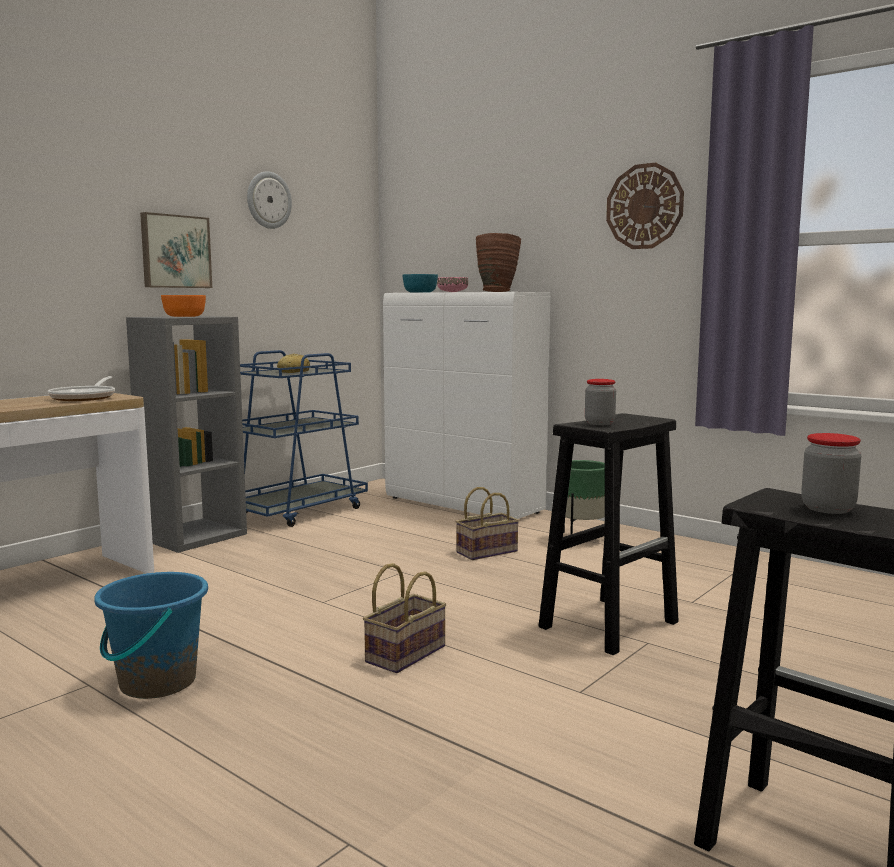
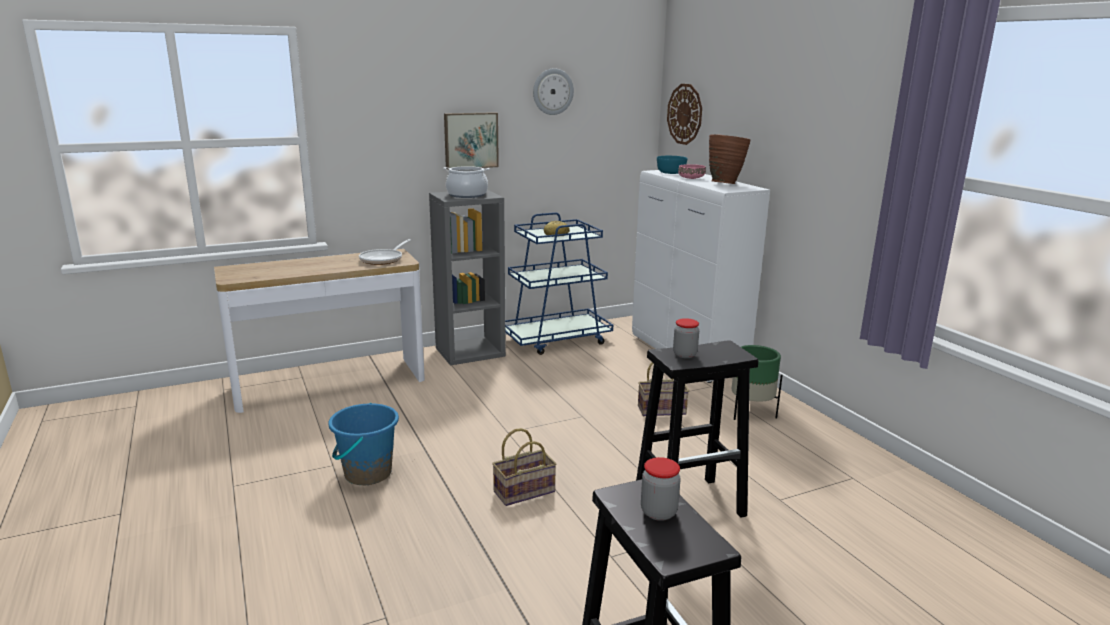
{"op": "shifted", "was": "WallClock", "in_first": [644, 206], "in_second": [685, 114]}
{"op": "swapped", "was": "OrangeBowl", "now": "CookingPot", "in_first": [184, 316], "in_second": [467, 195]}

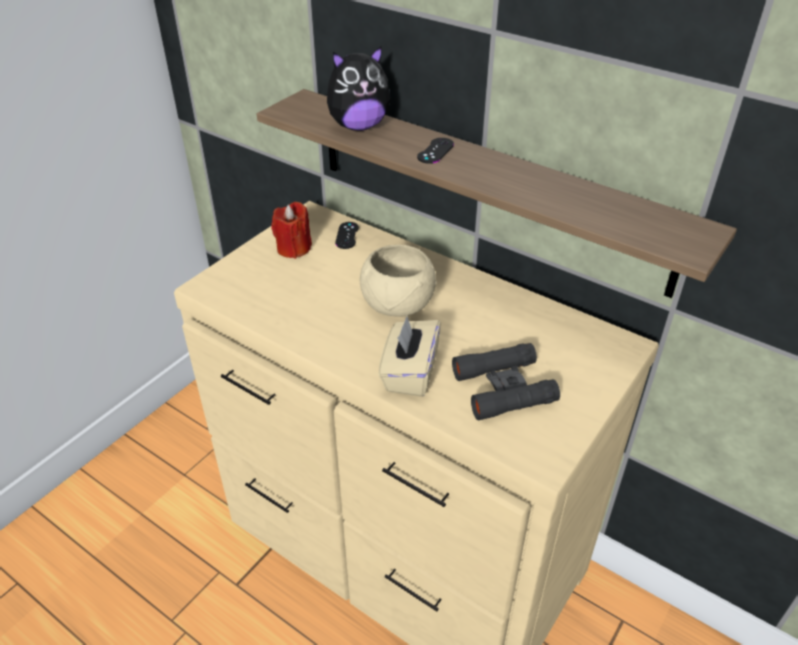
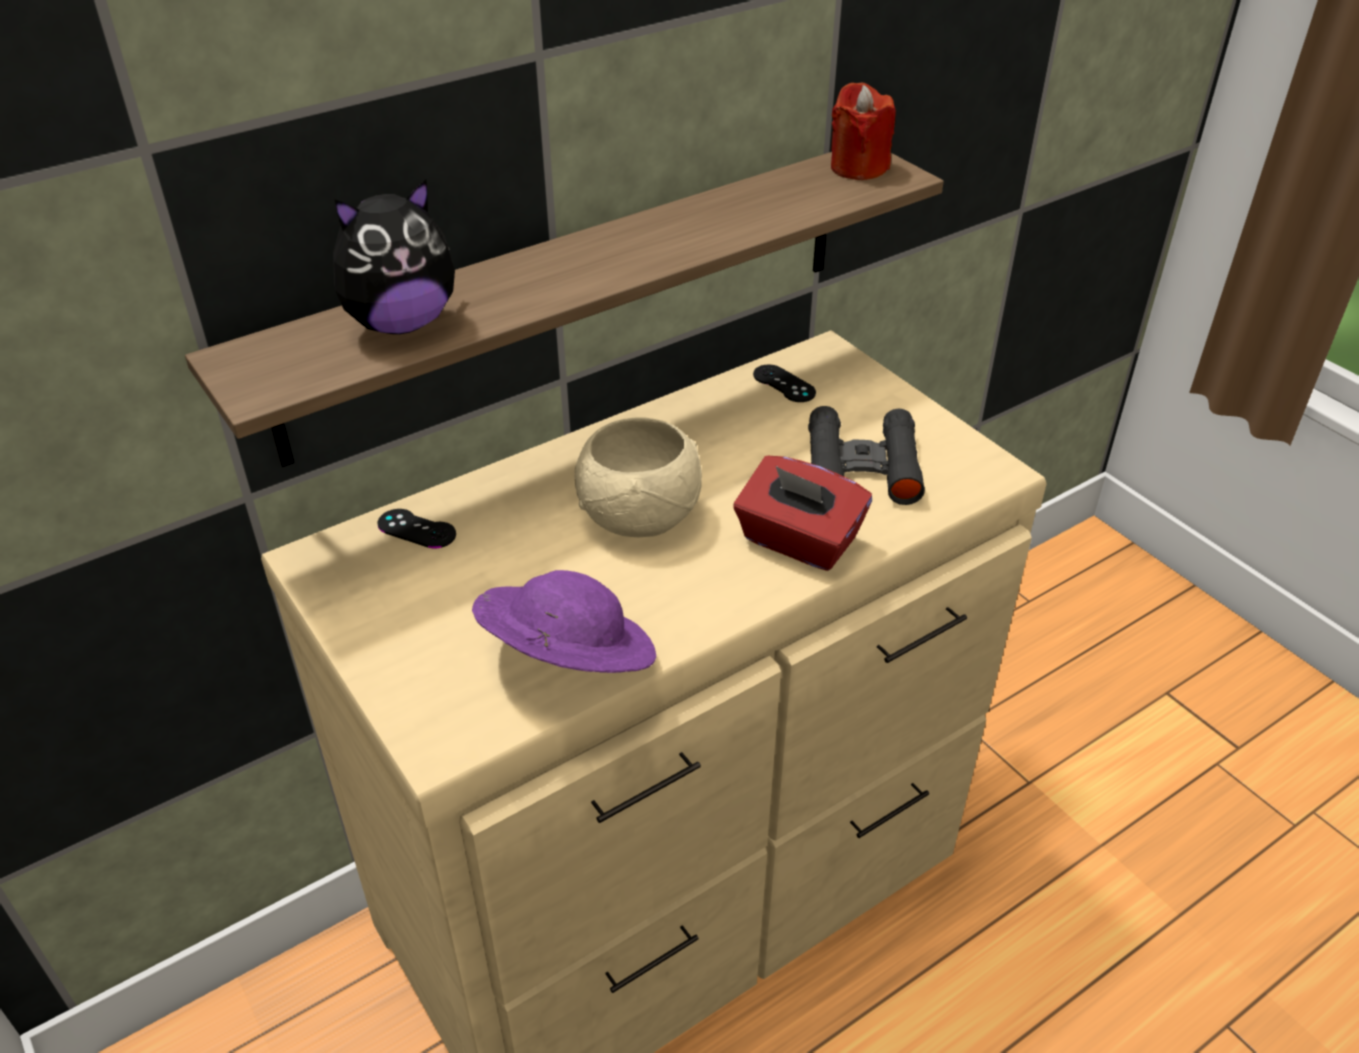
{"op": "new", "now": "PurpleHat", "in_second": [566, 659]}
{"op": "shifted", "was": "RedCandle", "in_first": [294, 248], "in_second": [858, 167]}
{"op": "shifted", "was": "BlackGameController", "in_first": [435, 151], "in_second": [784, 384]}
{"op": "repainted", "was": "BeigeTissueBox", "now": "RedTissueBox", "in_first": [409, 373], "in_second": [798, 541]}
{"op": "rotated", "was": "PlushToy", "in_first": [358, 126], "in_second": [401, 323], "clockwise": 60}

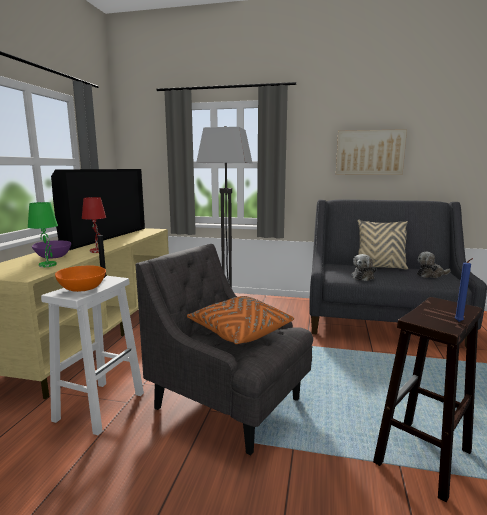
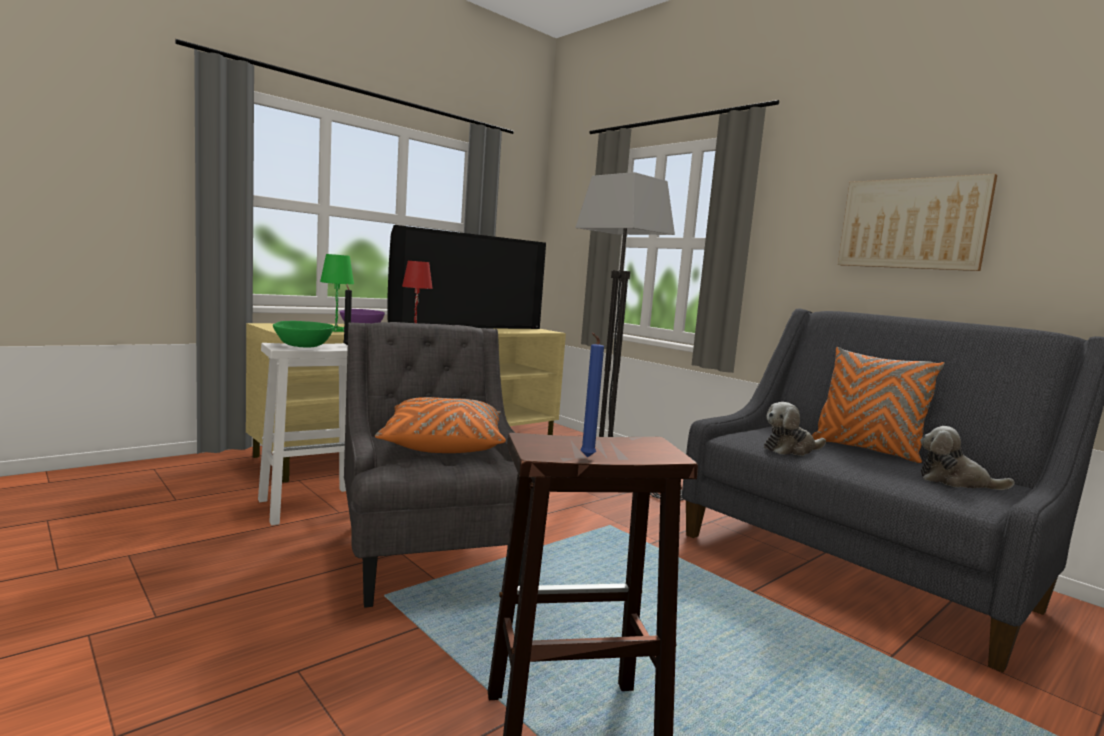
{"op": "repainted", "was": "OrangeBowl", "now": "GreenBowl", "in_first": [83, 289], "in_second": [304, 346]}
{"op": "repainted", "was": "BeigePillow", "now": "OrangePillow", "in_first": [380, 267], "in_second": [866, 450]}

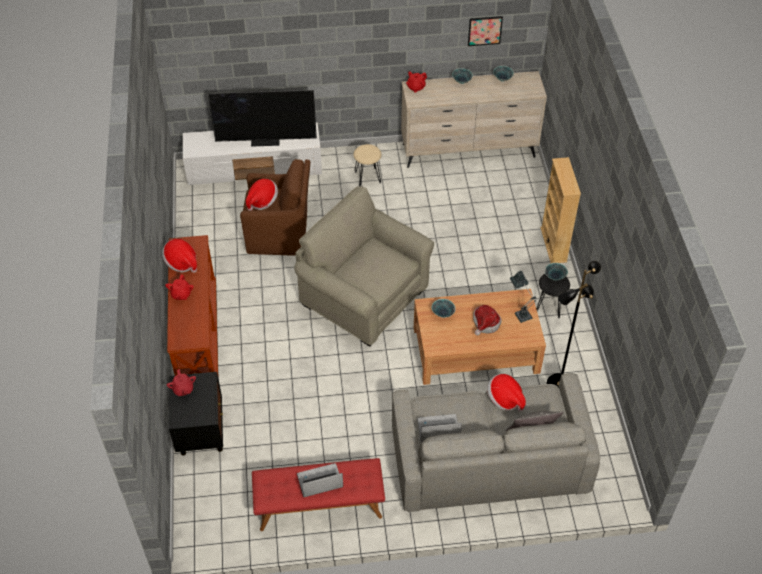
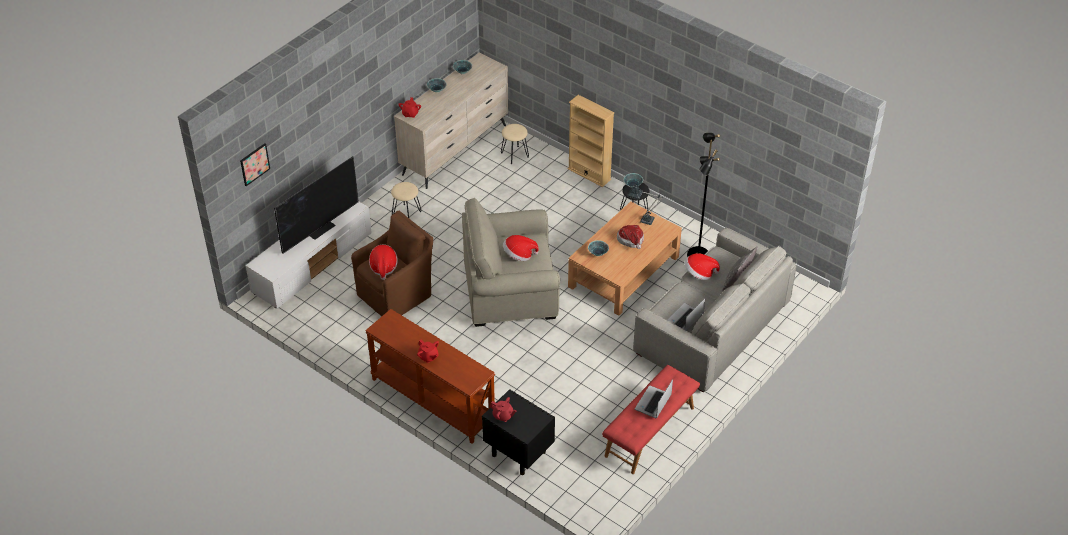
{"op": "new", "now": "BeigeStool", "in_second": [515, 154]}
{"op": "shifted", "was": "Hat", "in_first": [181, 262], "in_second": [519, 255]}
{"op": "shifted", "was": "Picture", "in_first": [484, 30], "in_second": [254, 164]}

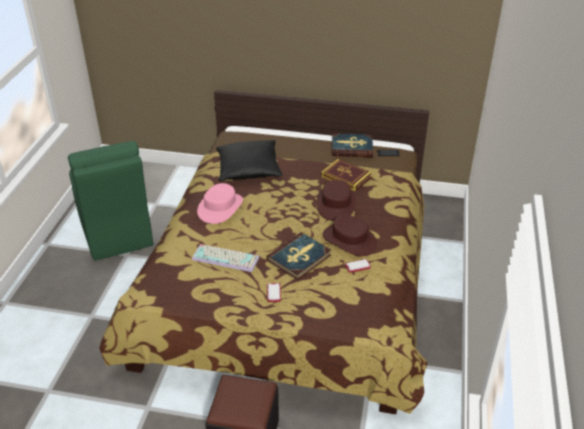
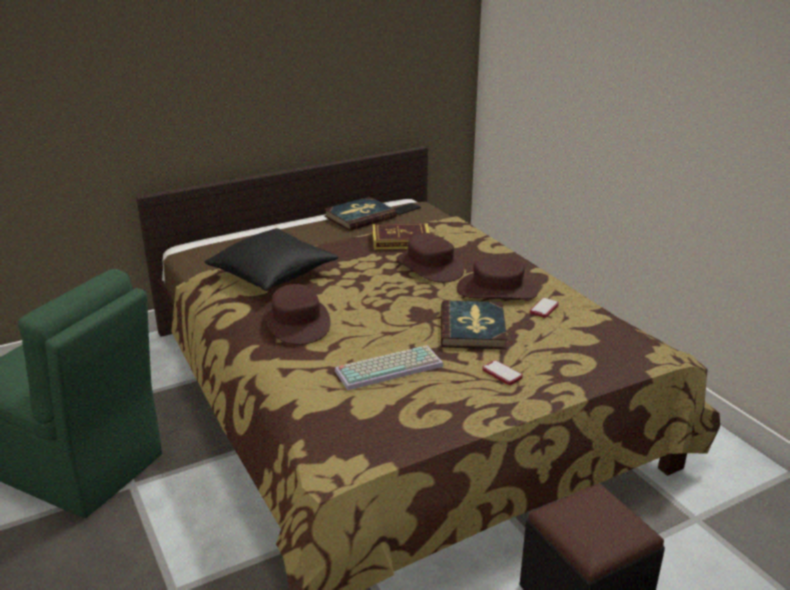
{"op": "repainted", "was": "PinkHat", "now": "BrownHat", "in_first": [220, 207], "in_second": [297, 323]}

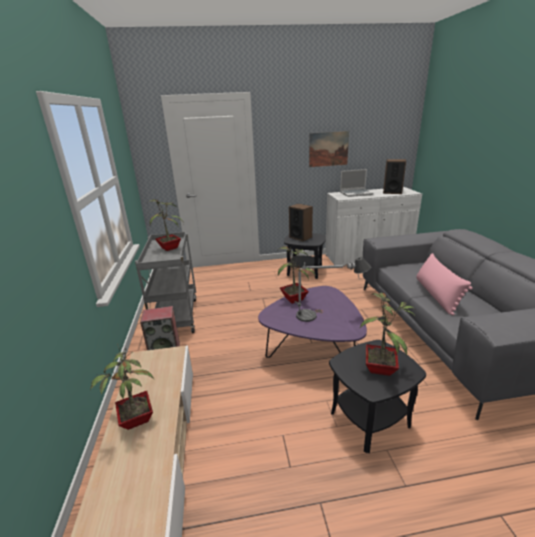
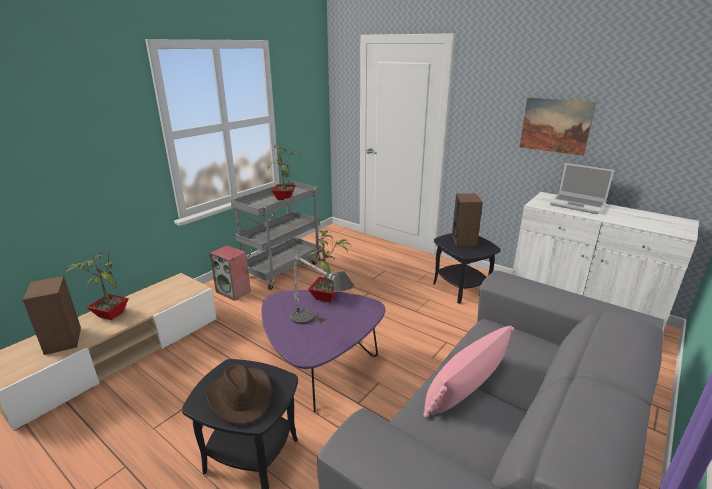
{"op": "shifted", "was": "Speaker", "in_first": [392, 192], "in_second": [63, 340]}
{"op": "swapped", "was": "PottedPlant", "now": "BrownHat", "in_first": [381, 369], "in_second": [241, 397]}

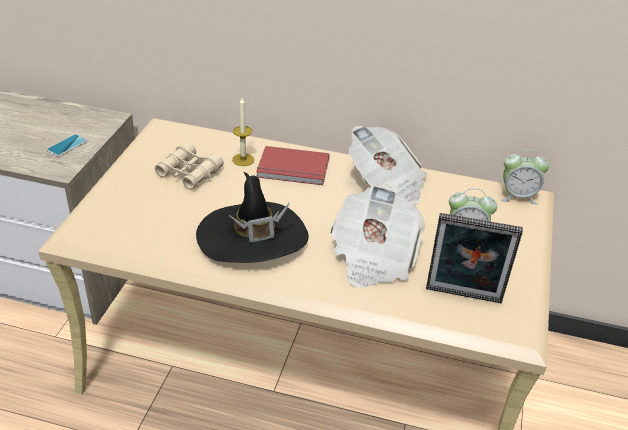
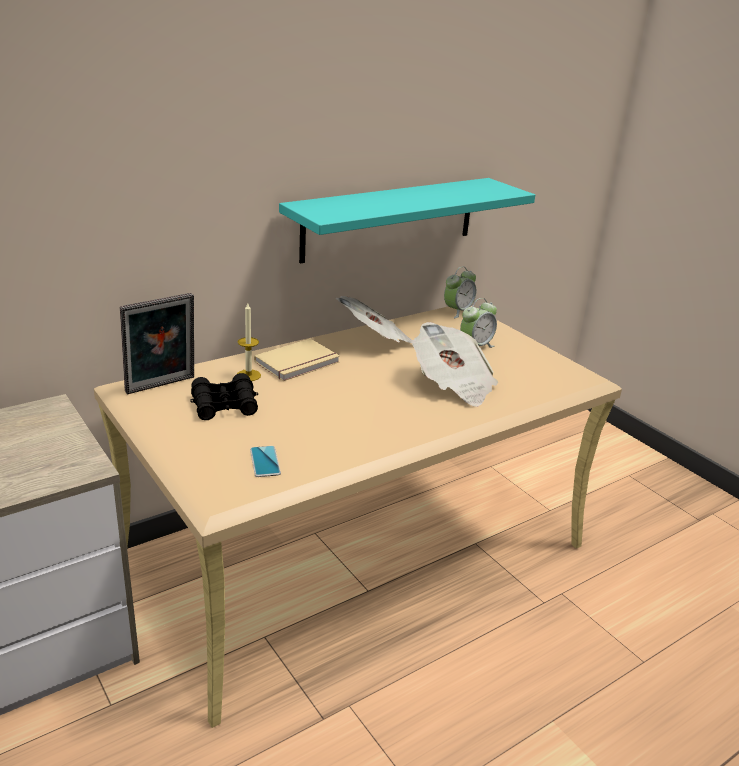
{"op": "gone", "was": "BlackHat", "in_first": [252, 238]}
{"op": "new", "now": "TurquoiseShelf", "in_second": [390, 219]}
{"op": "shifted", "was": "Phone", "in_first": [67, 146], "in_second": [265, 462]}
{"op": "shifted", "was": "PictureFrame", "in_first": [463, 297], "in_second": [162, 386]}
{"op": "repainted", "was": "BeigeBinoculars", "now": "BlackBinoculars", "in_first": [189, 173], "in_second": [224, 405]}
{"op": "repainted", "was": "RedBook", "now": "BeigeBook", "in_first": [293, 169], "in_second": [299, 363]}

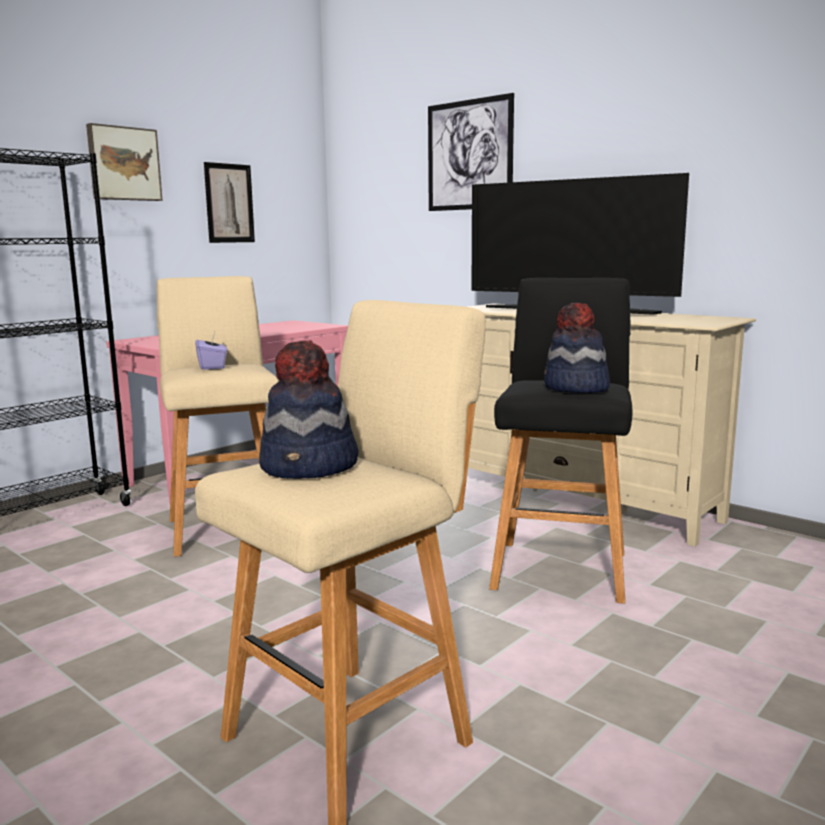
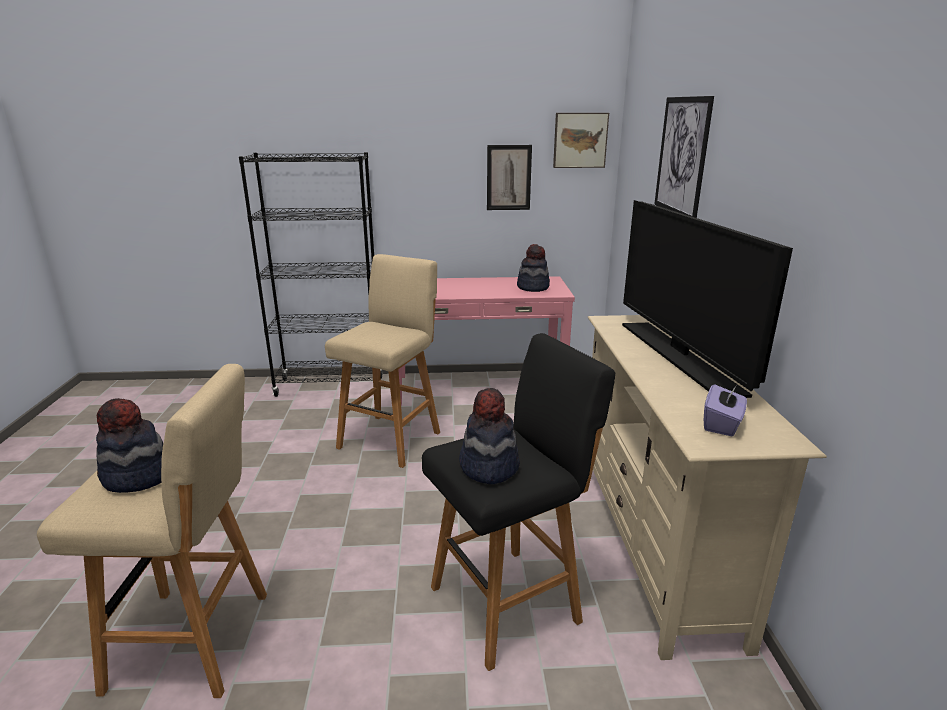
{"op": "new", "now": "Hat", "in_second": [533, 287]}
{"op": "shifted", "was": "Picture", "in_first": [123, 164], "in_second": [580, 140]}
{"op": "shifted", "was": "PurpleTissueBox", "in_first": [212, 366], "in_second": [722, 424]}

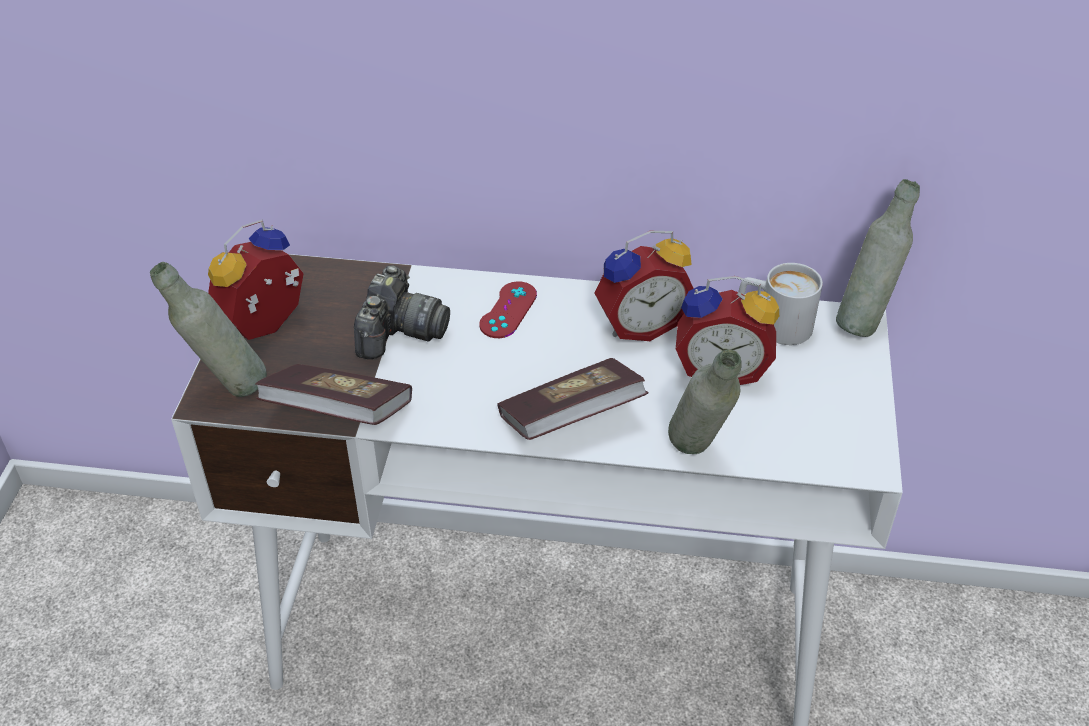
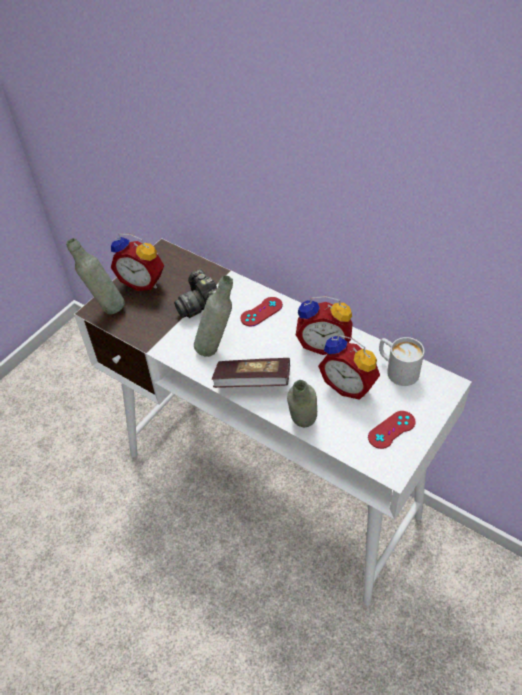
{"op": "gone", "was": "Book", "in_first": [338, 413]}
{"op": "new", "now": "RedGameController", "in_second": [391, 430]}
{"op": "shifted", "was": "GreyBottle", "in_first": [864, 321], "in_second": [217, 347]}
{"op": "rotated", "was": "AlarmClock", "in_first": [268, 327], "in_second": [143, 282], "clockwise": -135}
{"op": "rotated", "was": "PhotoCamera", "in_first": [400, 332], "in_second": [201, 306], "clockwise": 105}

